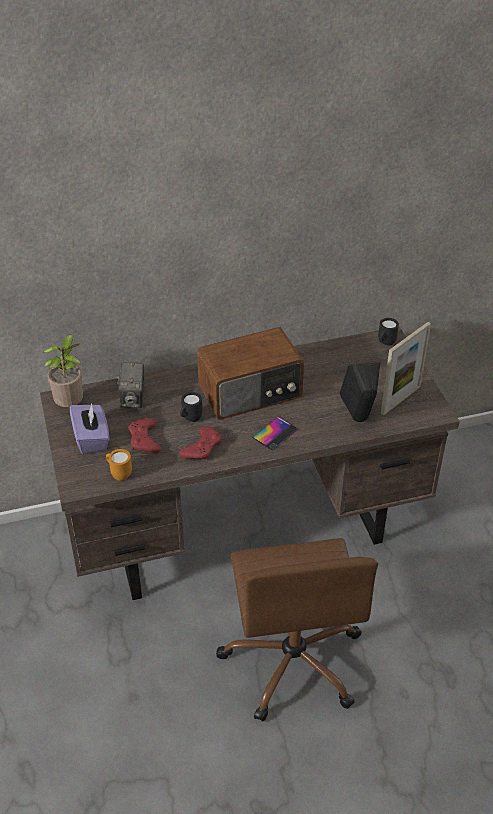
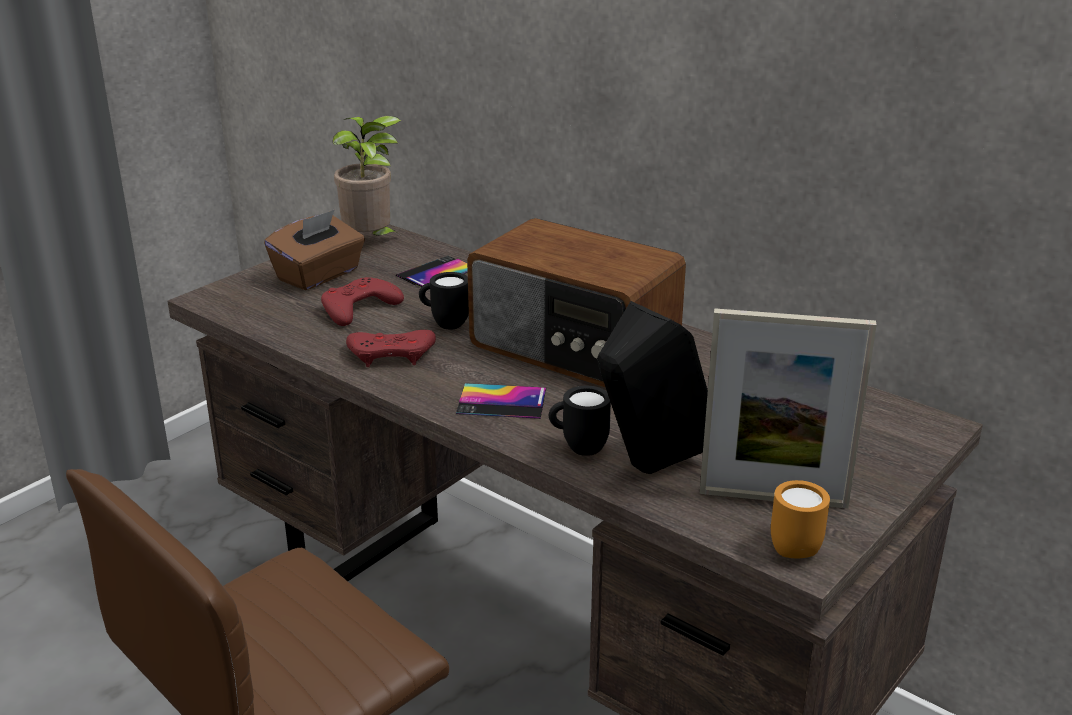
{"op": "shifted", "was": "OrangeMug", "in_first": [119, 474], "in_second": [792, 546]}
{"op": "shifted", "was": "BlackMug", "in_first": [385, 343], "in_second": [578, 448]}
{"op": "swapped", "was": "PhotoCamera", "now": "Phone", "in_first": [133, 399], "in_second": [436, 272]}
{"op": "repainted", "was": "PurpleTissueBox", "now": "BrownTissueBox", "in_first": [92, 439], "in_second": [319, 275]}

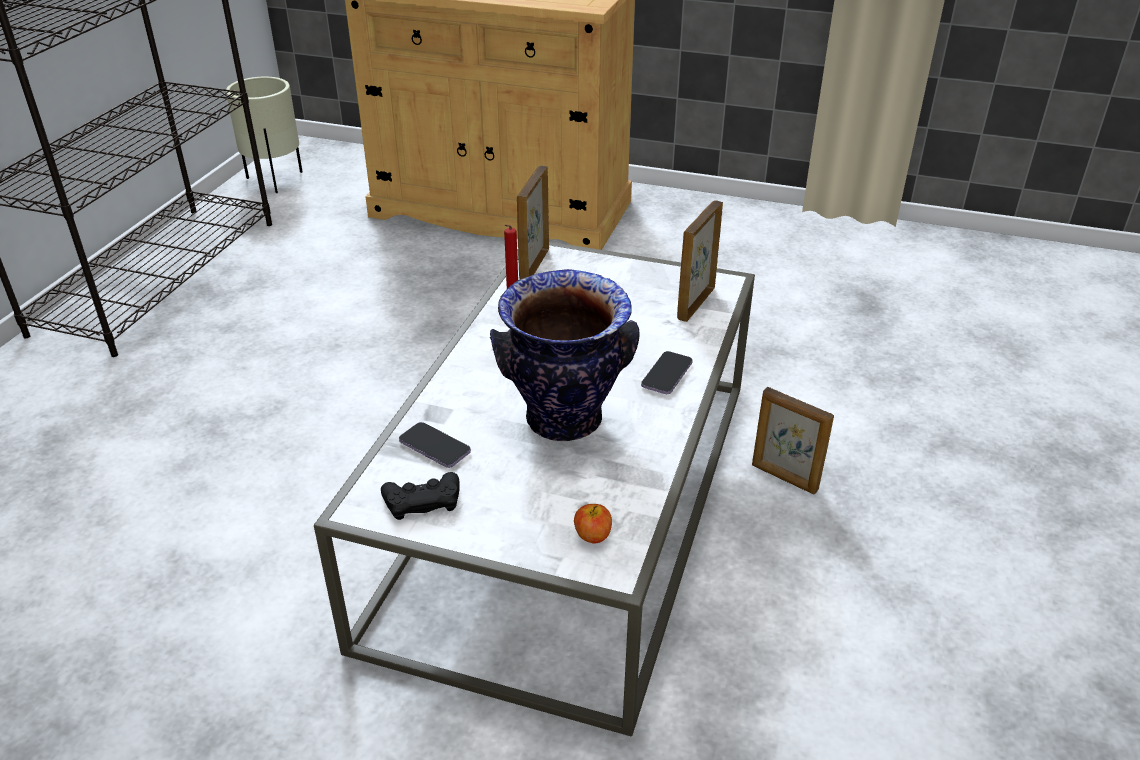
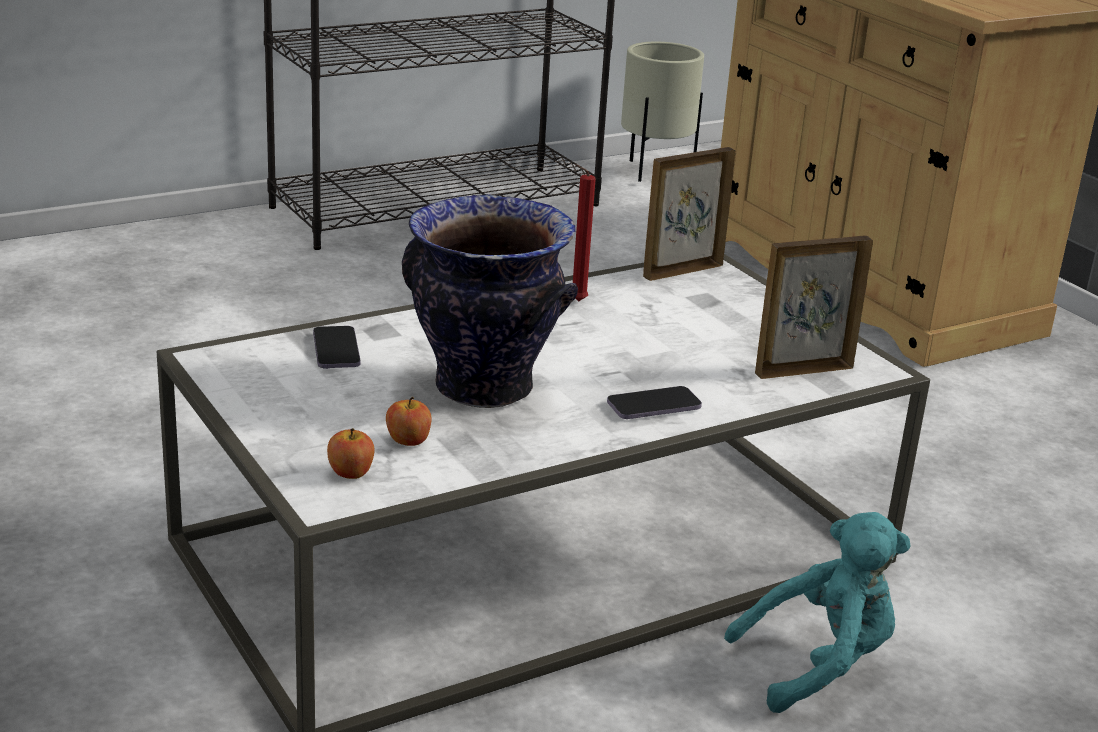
{"op": "gone", "was": "BlackGameController", "in_first": [422, 500]}
{"op": "new", "now": "Apple", "in_second": [408, 441]}
{"op": "swapped", "was": "PictureFrame", "now": "TurquoisePlushToy", "in_first": [784, 478], "in_second": [819, 665]}

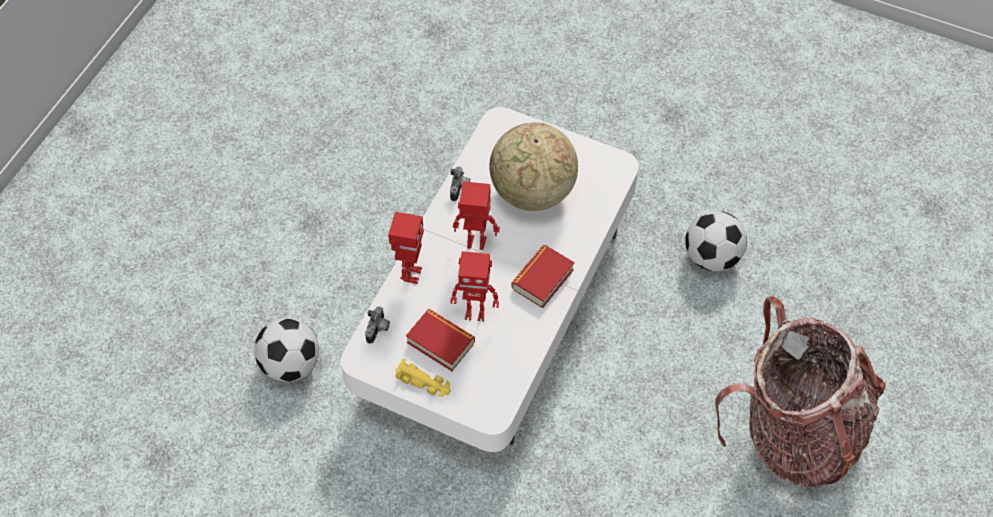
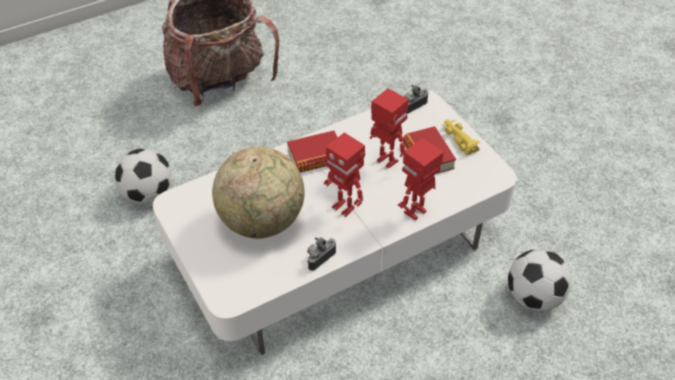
{"op": "shifted", "was": "PhotoCamera", "in_first": [378, 330], "in_second": [413, 105]}

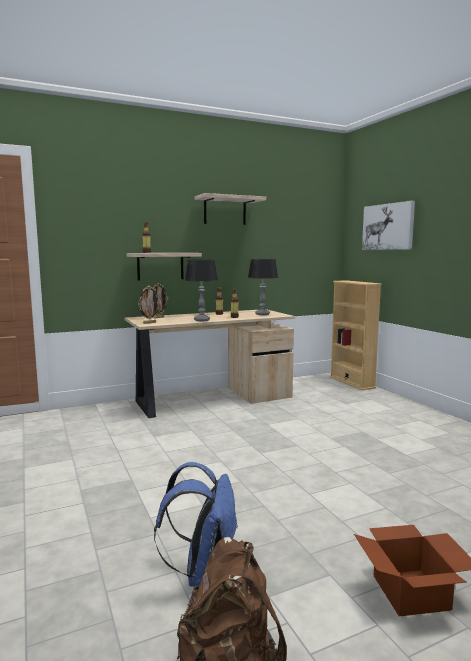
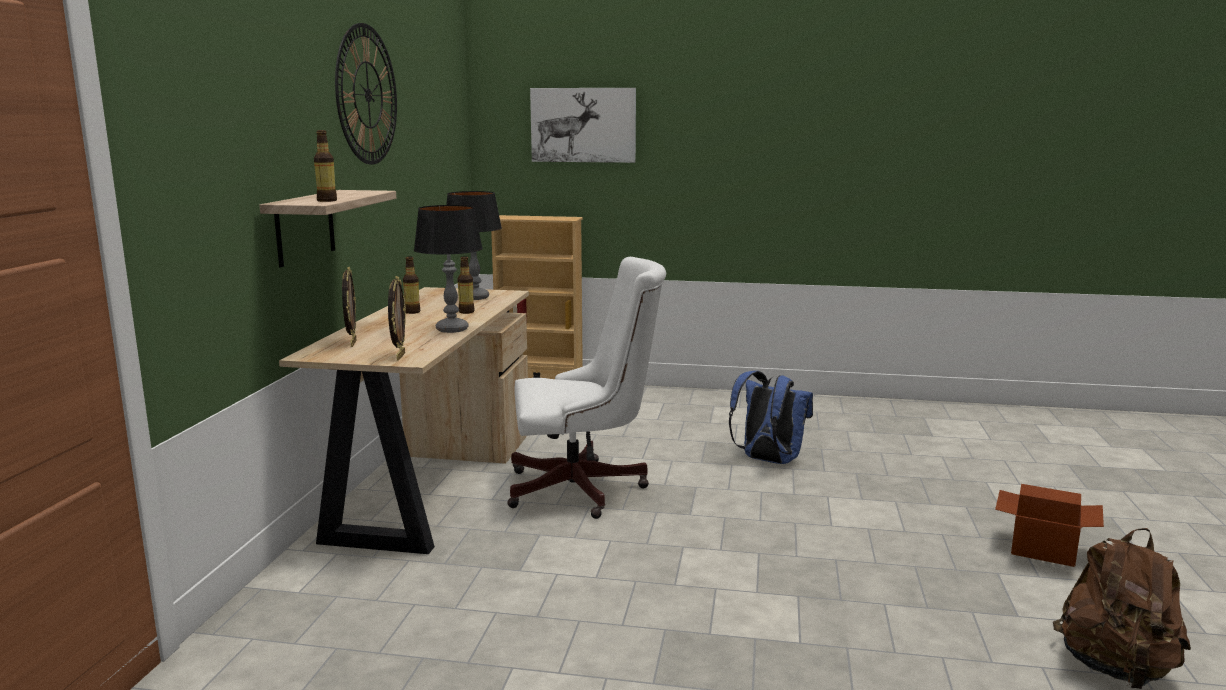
{"op": "new", "now": "WhiteOfficeChair", "in_second": [584, 489]}
{"op": "shifted", "was": "BlueBackpack", "in_first": [204, 572], "in_second": [768, 460]}
{"op": "swapped", "was": "Shelf", "now": "WallClock", "in_first": [225, 211], "in_second": [367, 95]}

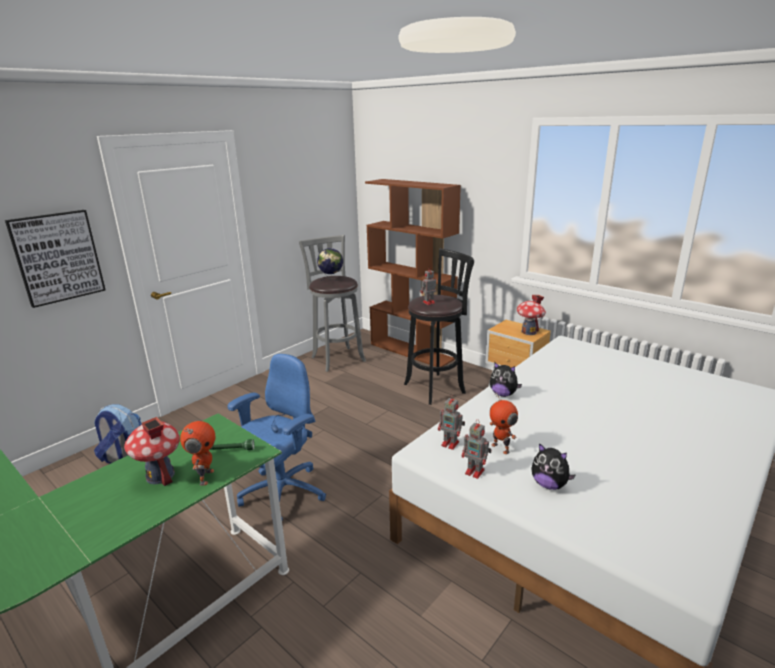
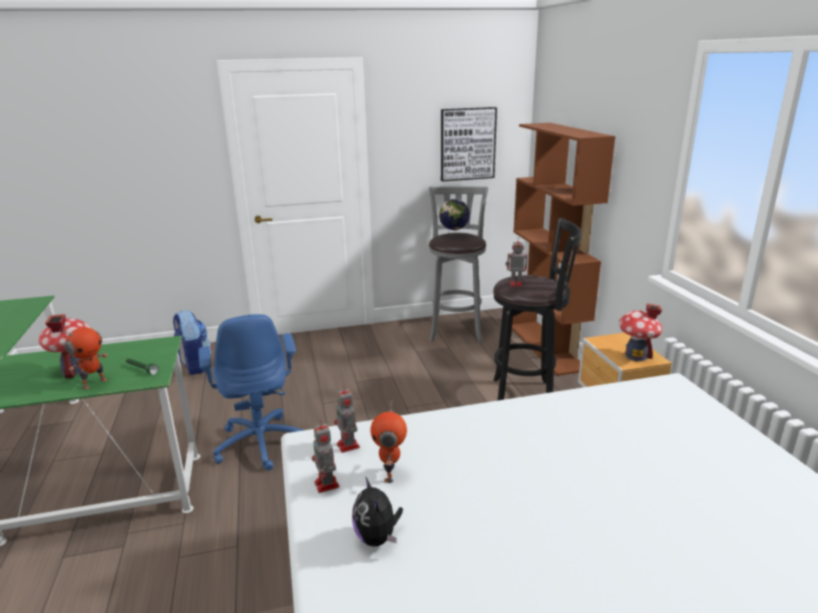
{"op": "gone", "was": "PlushToy", "in_first": [503, 394]}
{"op": "shifted", "was": "Picture", "in_first": [57, 257], "in_second": [467, 144]}
{"op": "rotated", "was": "BlueOfficeChair", "in_first": [281, 494], "in_second": [261, 442], "clockwise": 90}

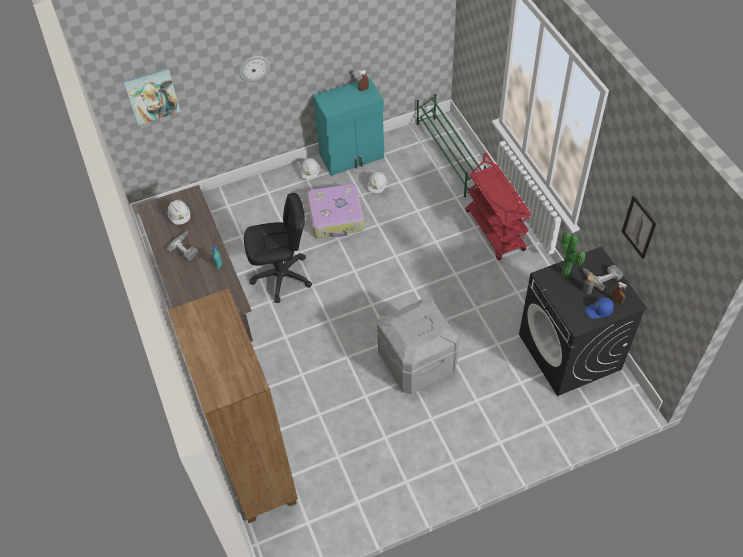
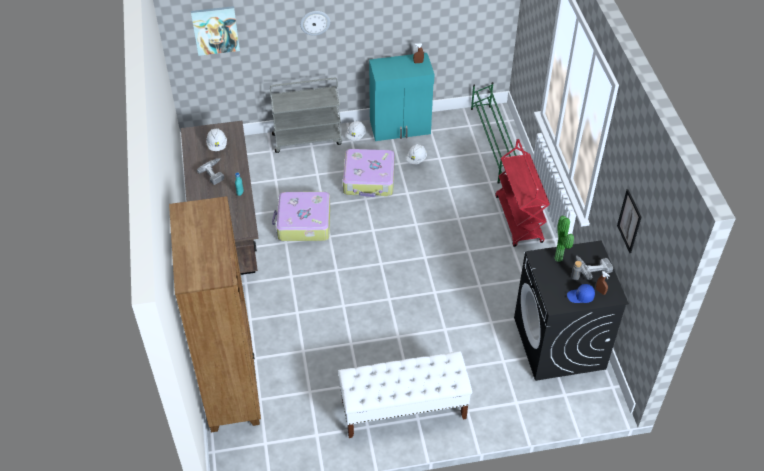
{"op": "gone", "was": "GreyStorageBox", "in_first": [417, 363]}
{"op": "new", "now": "GreyCart", "in_second": [307, 139]}
{"op": "new", "now": "WhiteBench", "in_second": [403, 409]}
{"op": "swapped", "was": "BlackOfficeChair", "now": "Suitcase", "in_first": [282, 277], "in_second": [303, 223]}

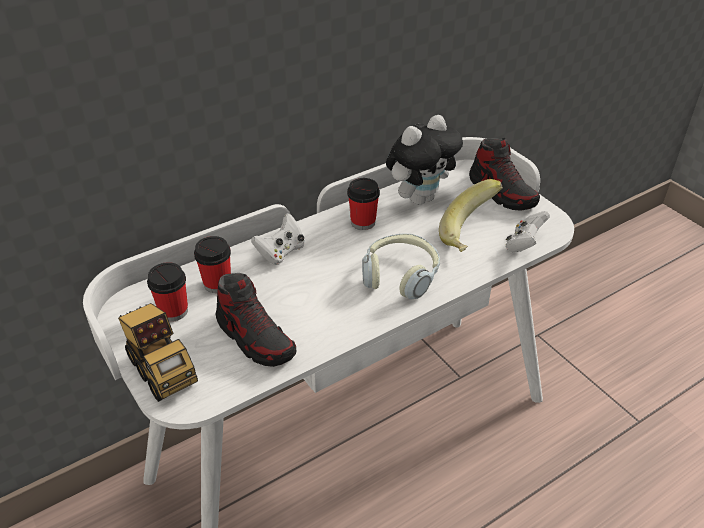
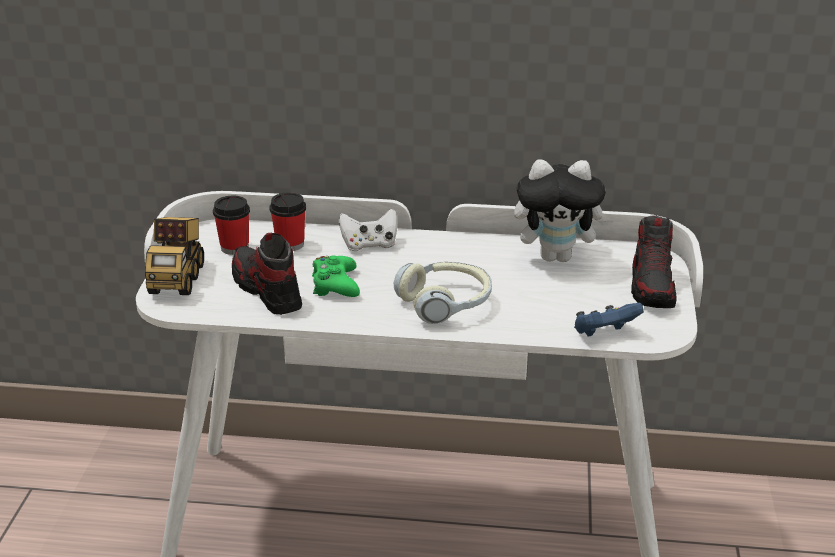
{"op": "gone", "was": "Cup", "in_first": [363, 222]}
{"op": "gone", "was": "Banana", "in_first": [471, 234]}
{"op": "new", "now": "GreenGameController", "in_second": [335, 285]}
{"op": "repainted", "was": "WhiteGameController", "now": "BlueGameController", "in_first": [524, 244], "in_second": [604, 334]}
{"op": "rotated", "was": "Shoe", "in_first": [255, 338], "in_second": [267, 290], "clockwise": 150}

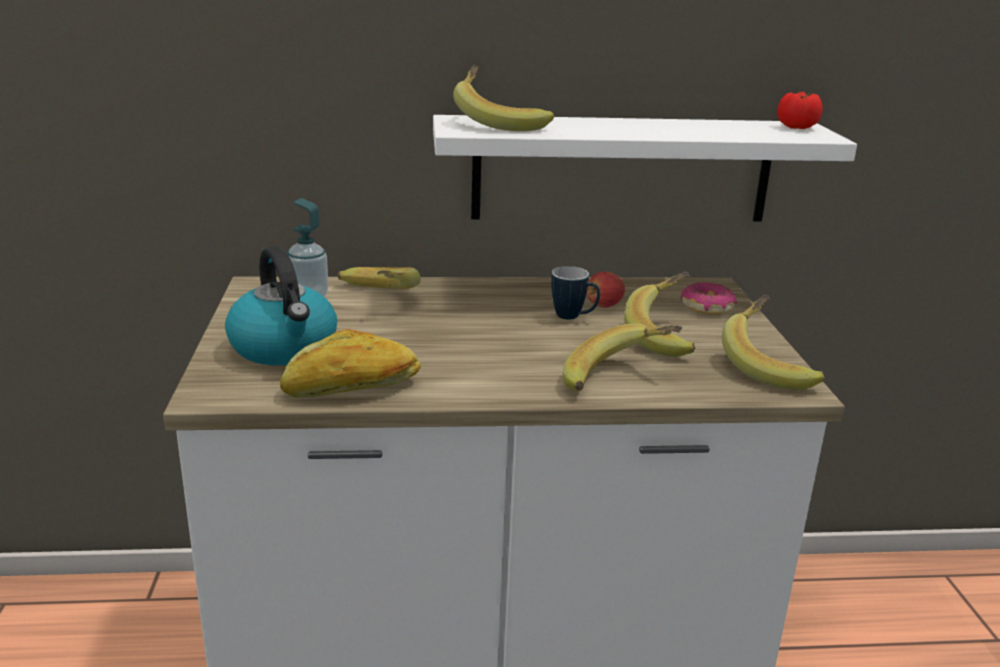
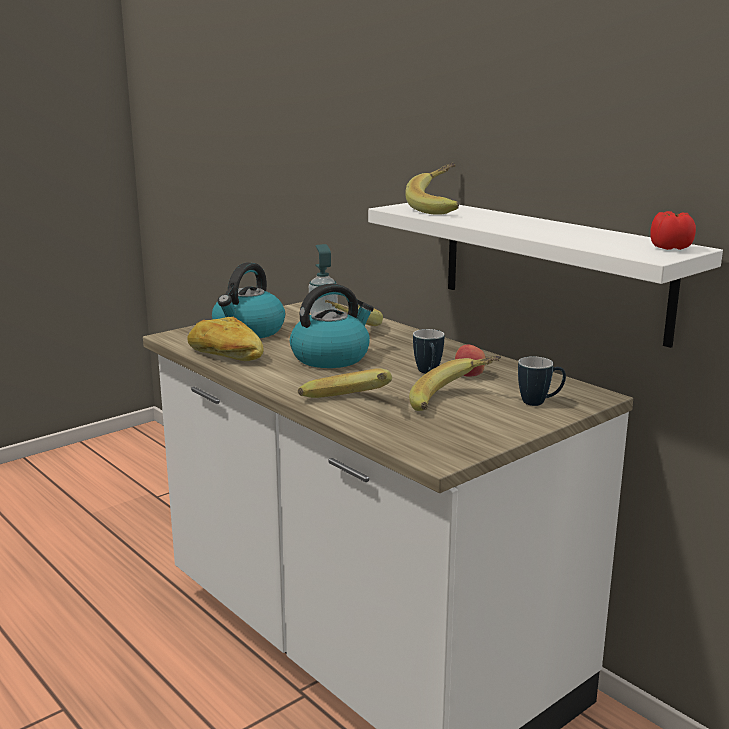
{"op": "gone", "was": "Banana", "in_first": [771, 366]}
{"op": "new", "now": "Kettle", "in_second": [331, 357]}
{"op": "swapped", "was": "Donut", "now": "Mug", "in_first": [707, 307], "in_second": [539, 402]}

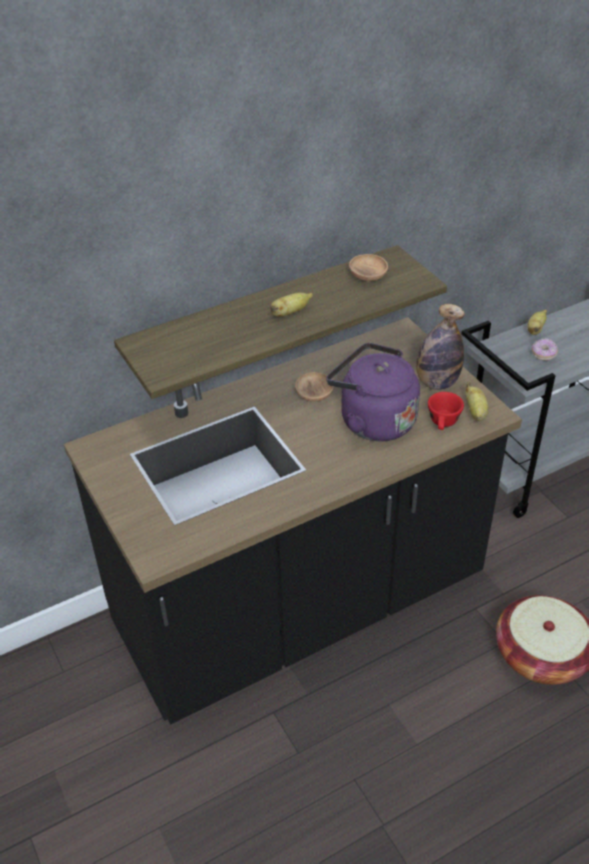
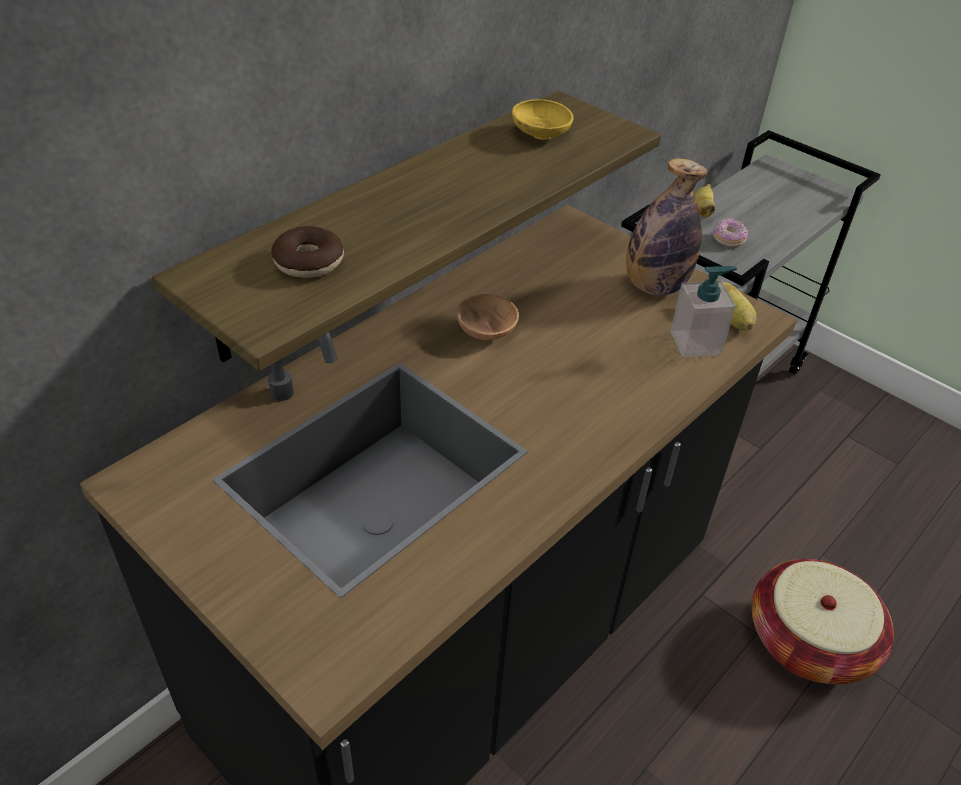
{"op": "gone", "was": "Banana", "in_first": [290, 312]}
{"op": "gone", "was": "PurpleKettle", "in_first": [373, 420]}
{"op": "new", "now": "Donut", "in_second": [309, 262]}
{"op": "swapped", "was": "RedCup", "now": "SoapDispenser", "in_first": [443, 423], "in_second": [696, 343]}
{"op": "repainted", "was": "BrownBowl", "now": "YellowBowl", "in_first": [368, 276], "in_second": [540, 134]}

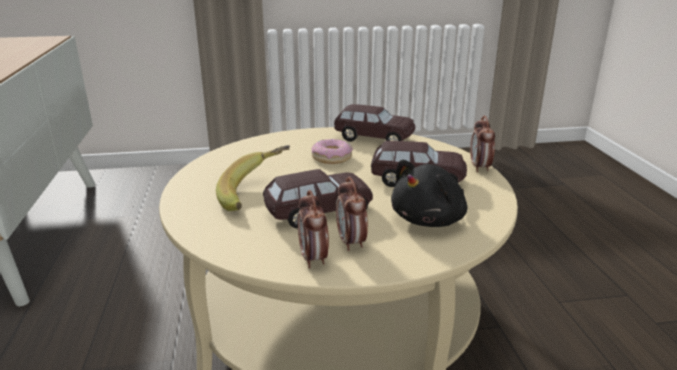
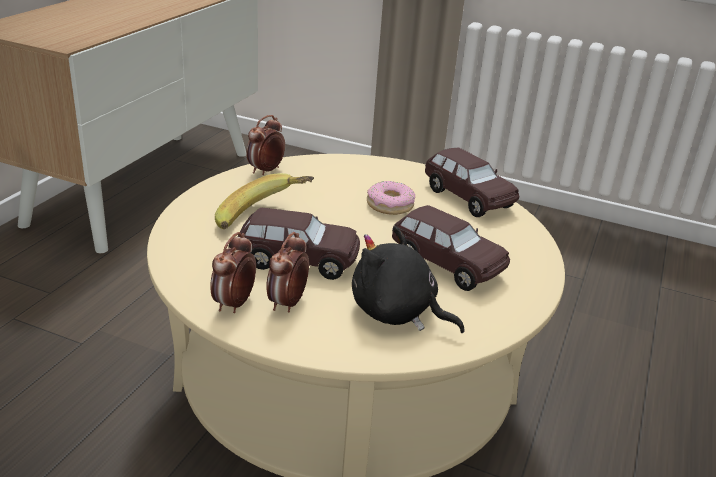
{"op": "shifted", "was": "AlarmClock", "in_first": [480, 167], "in_second": [265, 171]}
{"op": "rotated", "was": "BlackPlushToy", "in_first": [430, 220], "in_second": [397, 313], "clockwise": 45}

